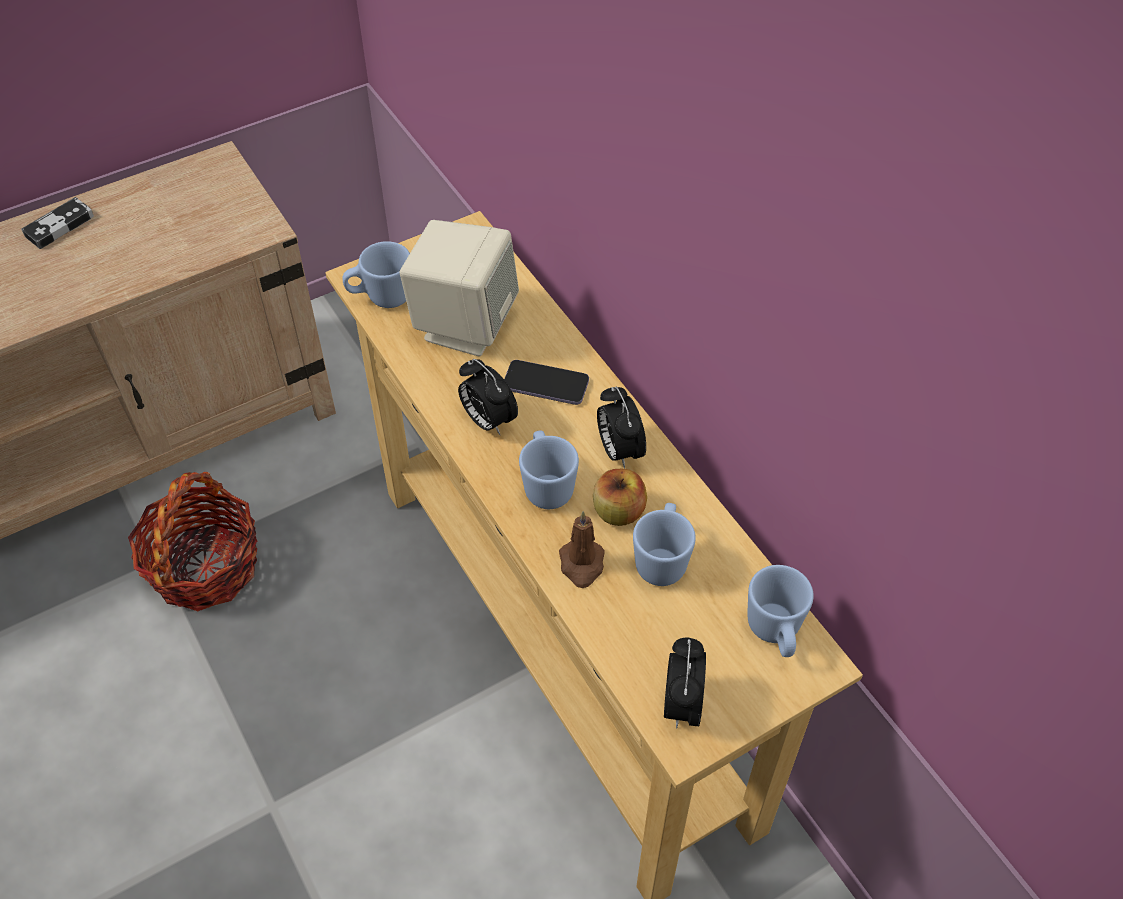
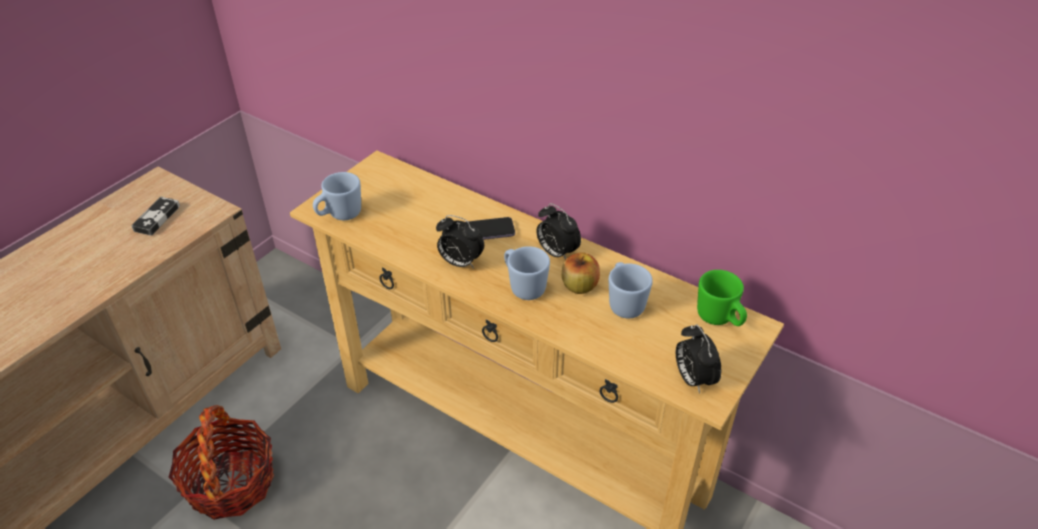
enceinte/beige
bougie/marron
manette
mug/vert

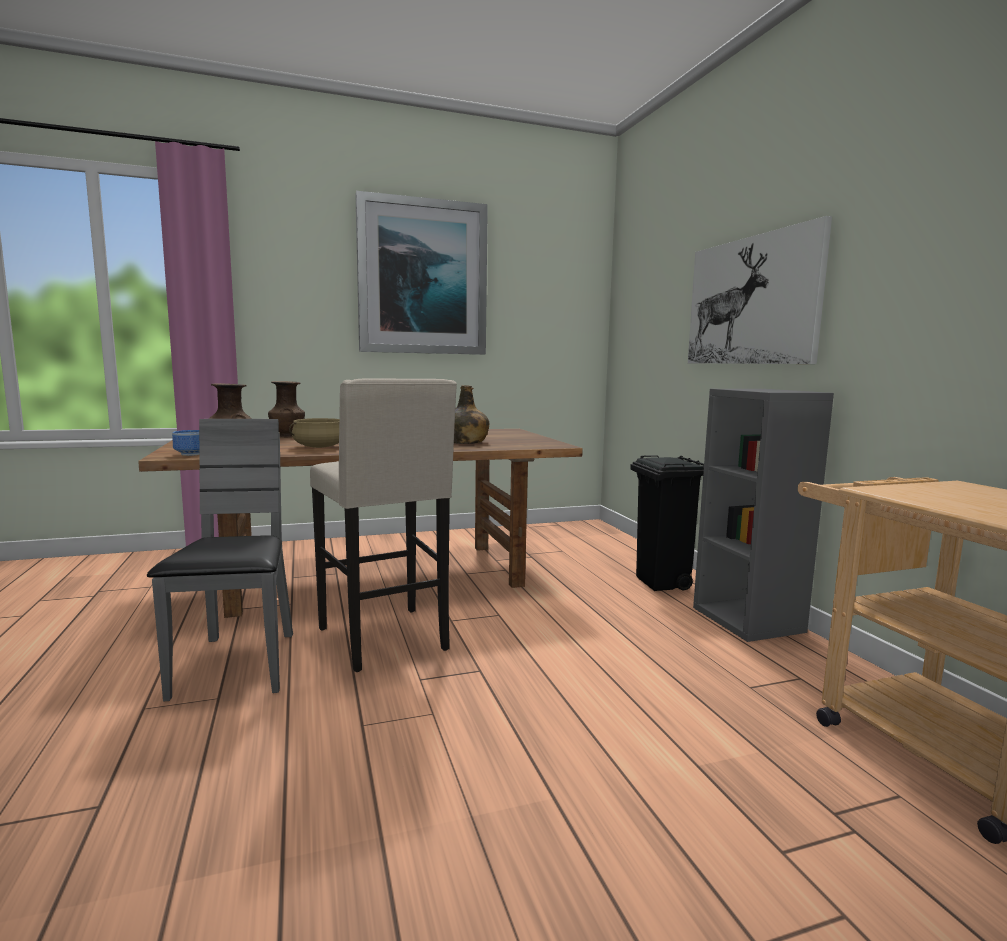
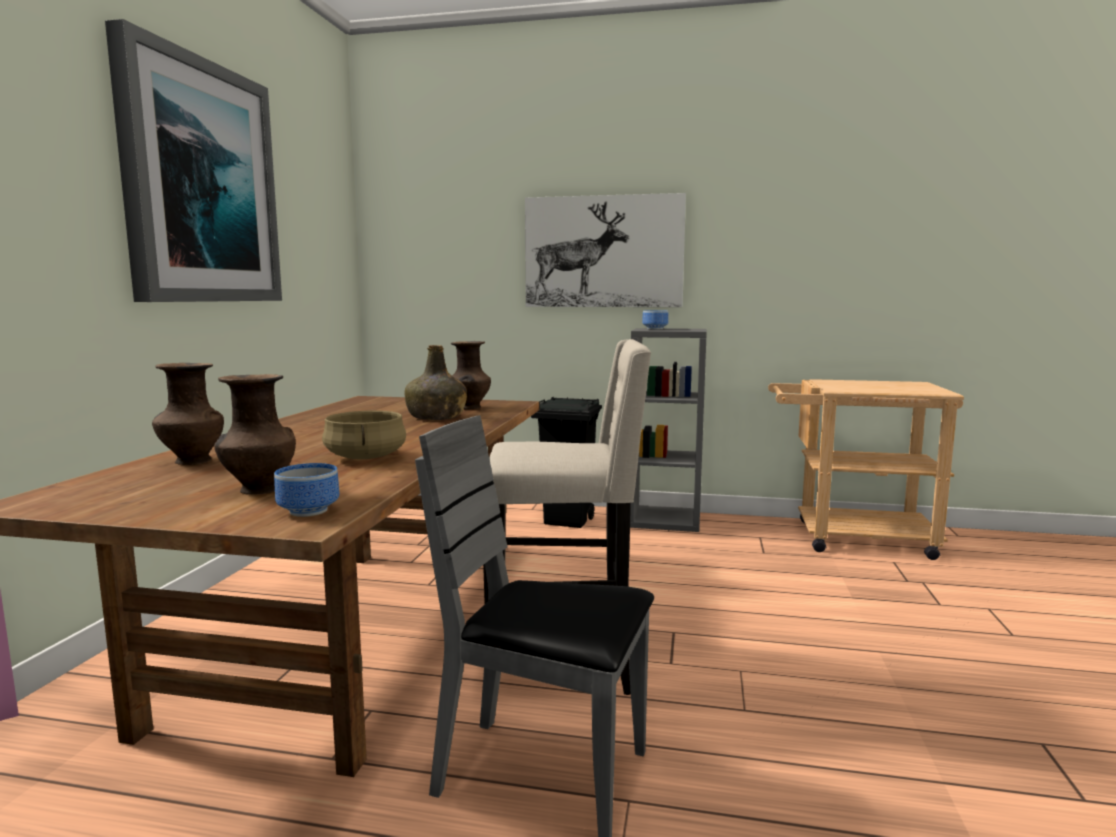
vase/marron (3rd from left)
bol (2nd from left)

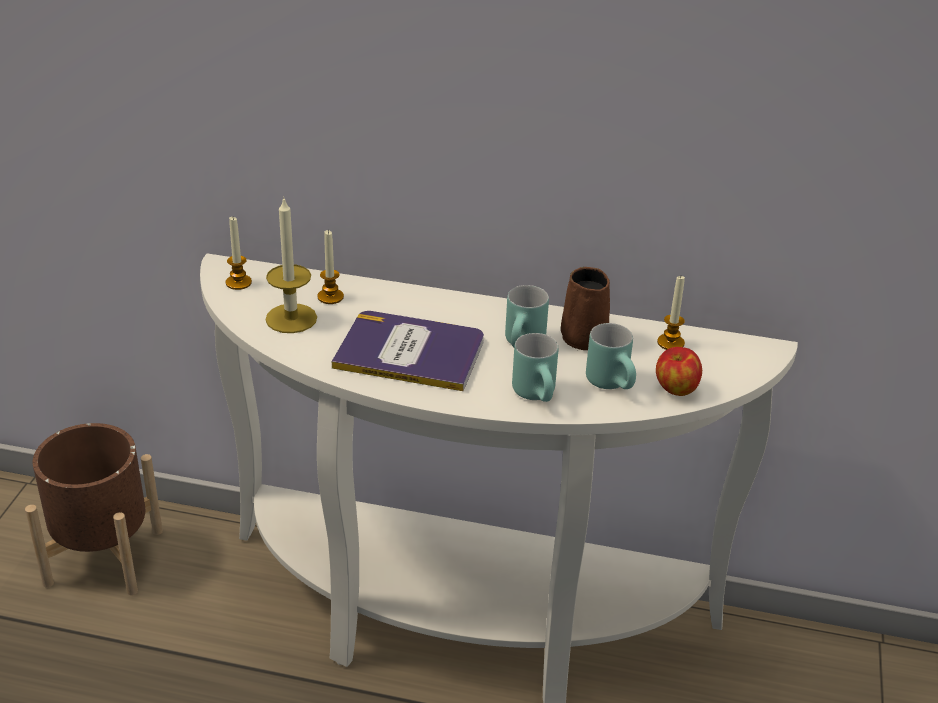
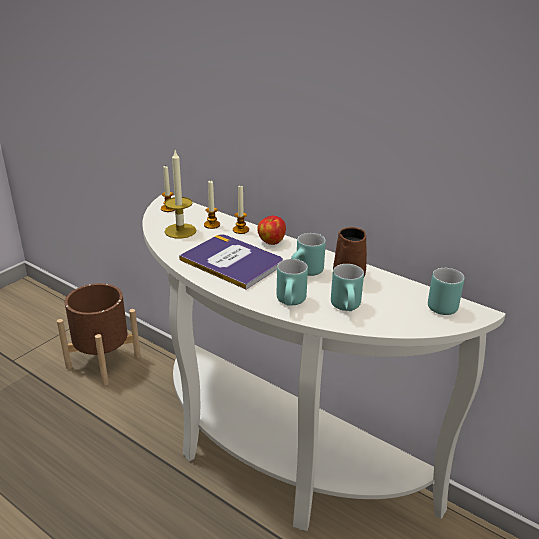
mug/turquoise (4th from left)
pomme
bougie (4th from left)

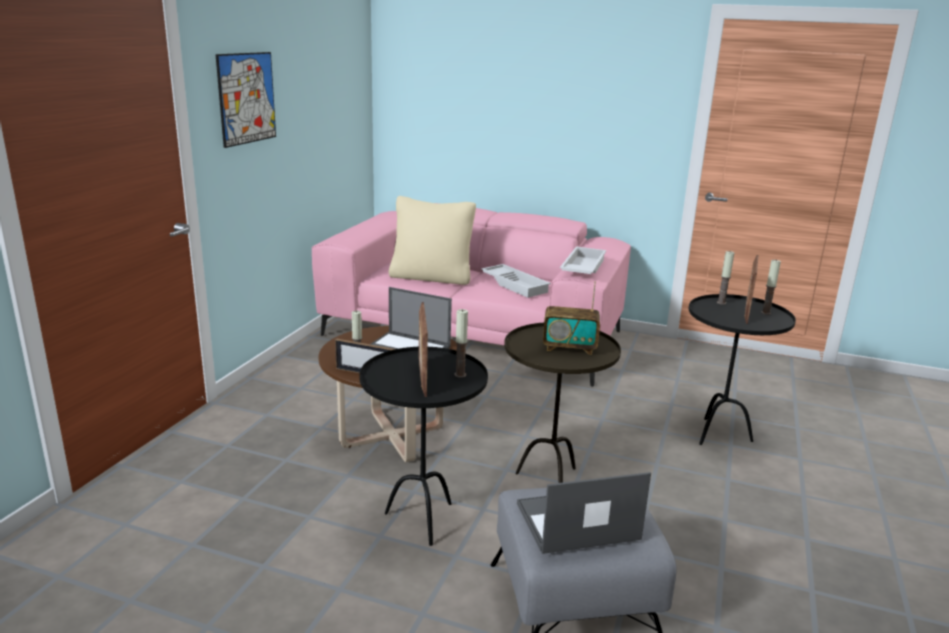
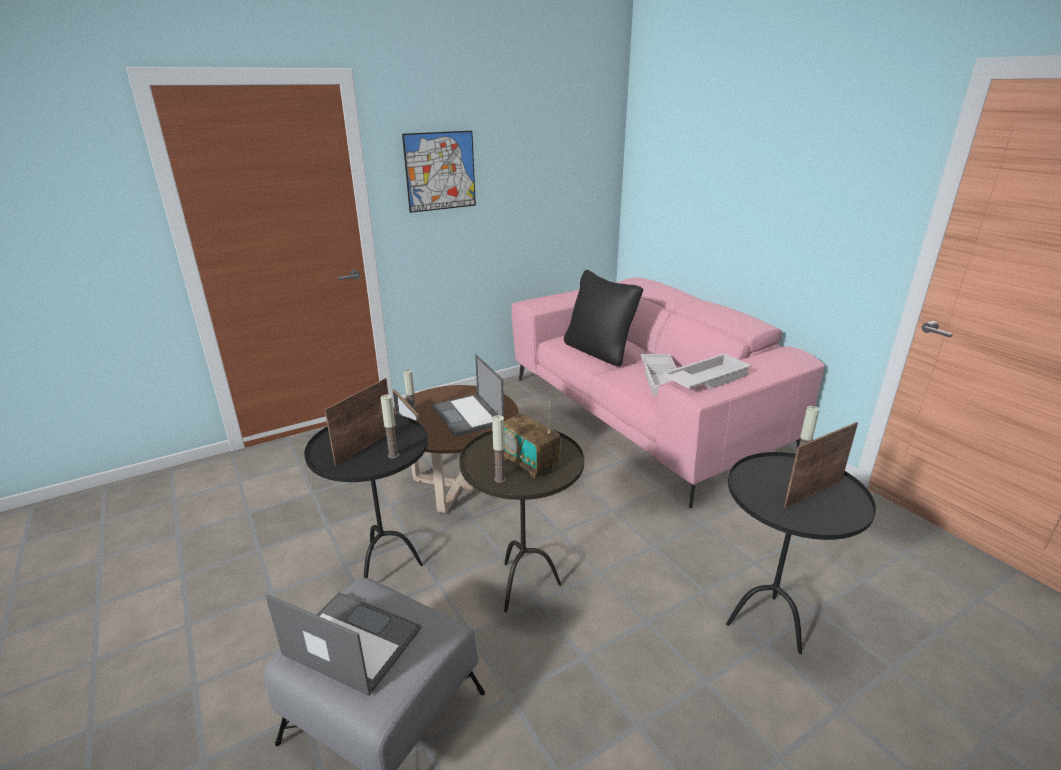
bougie (3rd from left)
coussin/noir

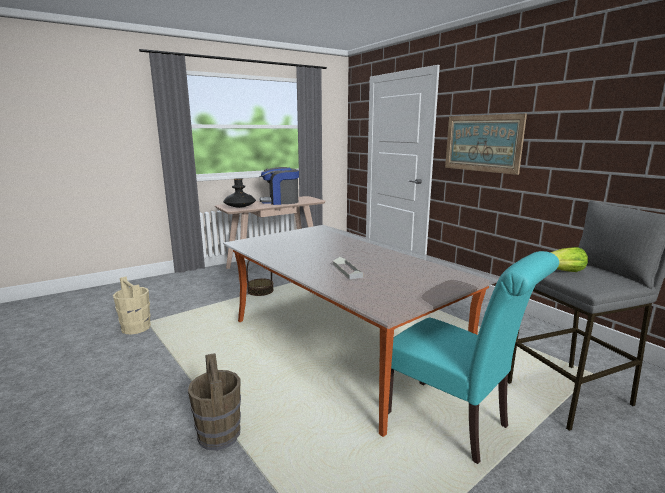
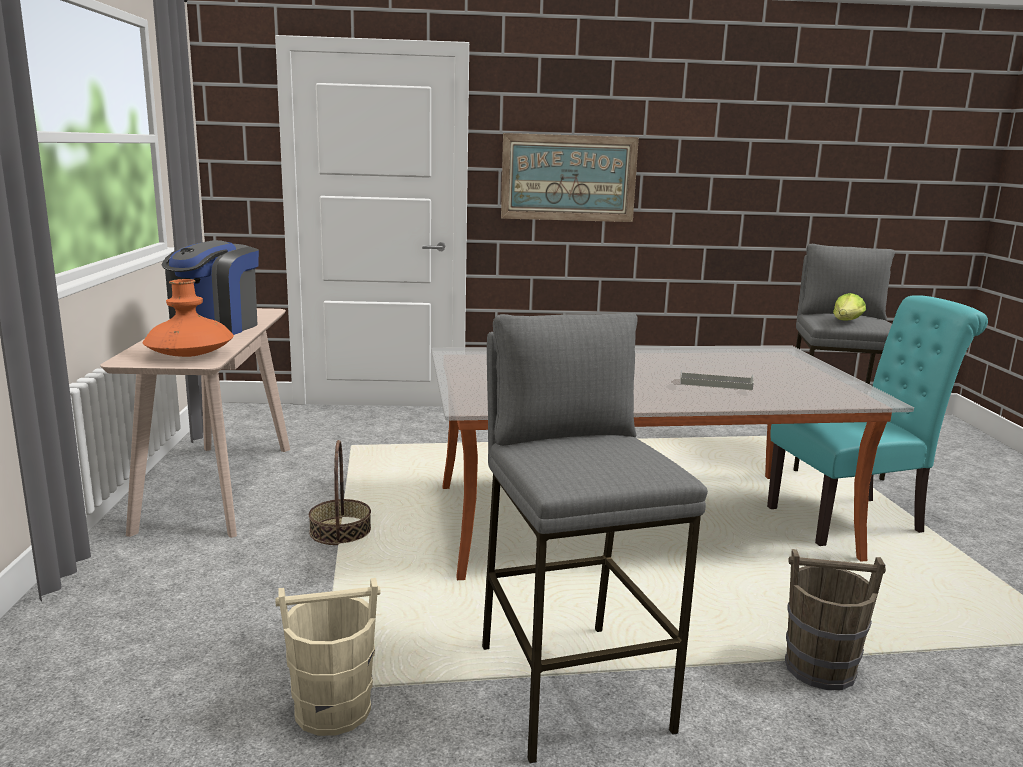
tabouret/gris (1st from left)
vase/orange

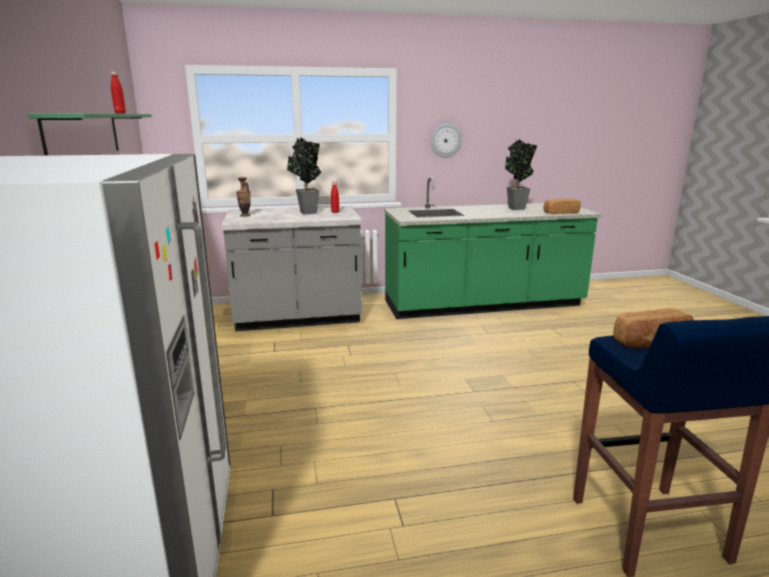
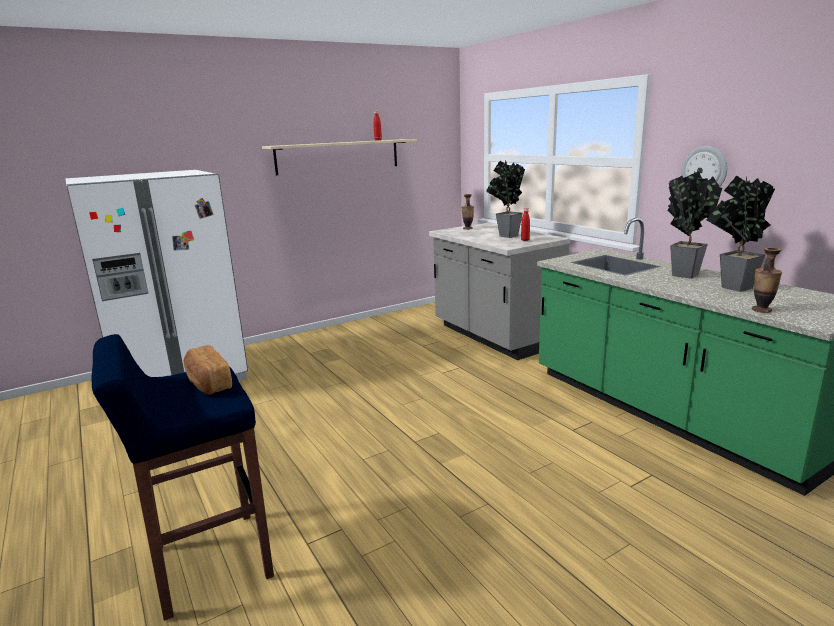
plante en pot (2nd from left)
vase (2nd from left)
étagère/beige

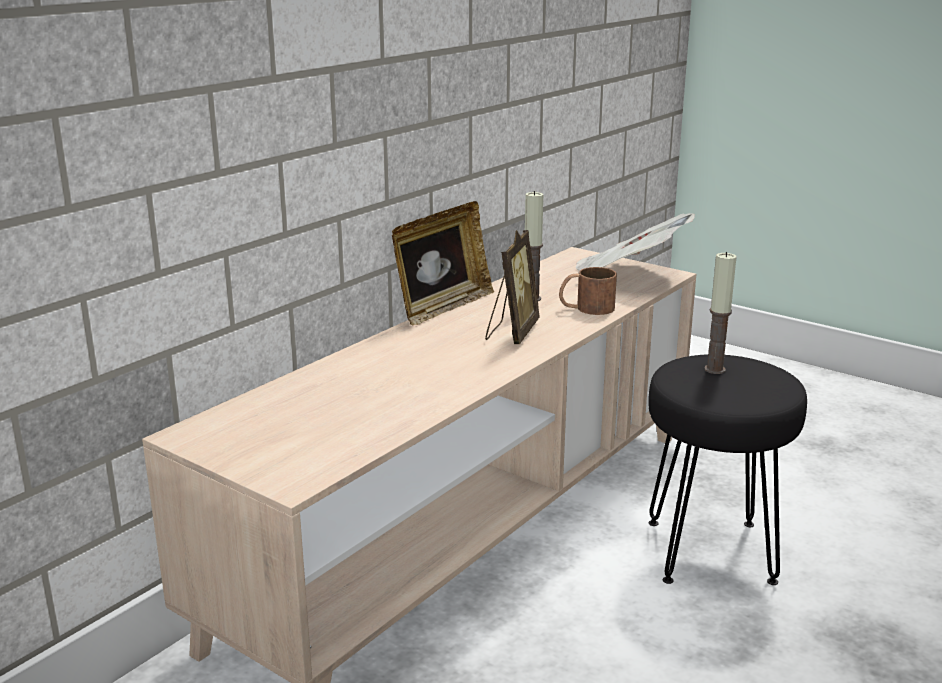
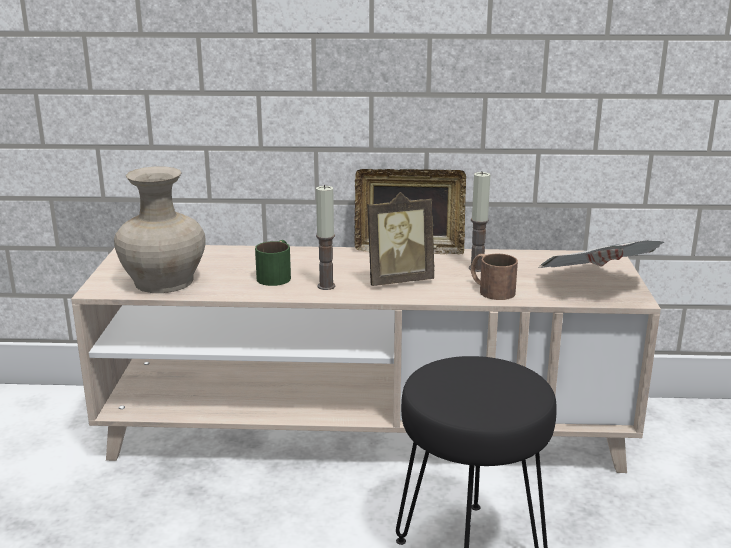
vase/beige
mug/vert
bougie (1st from left)

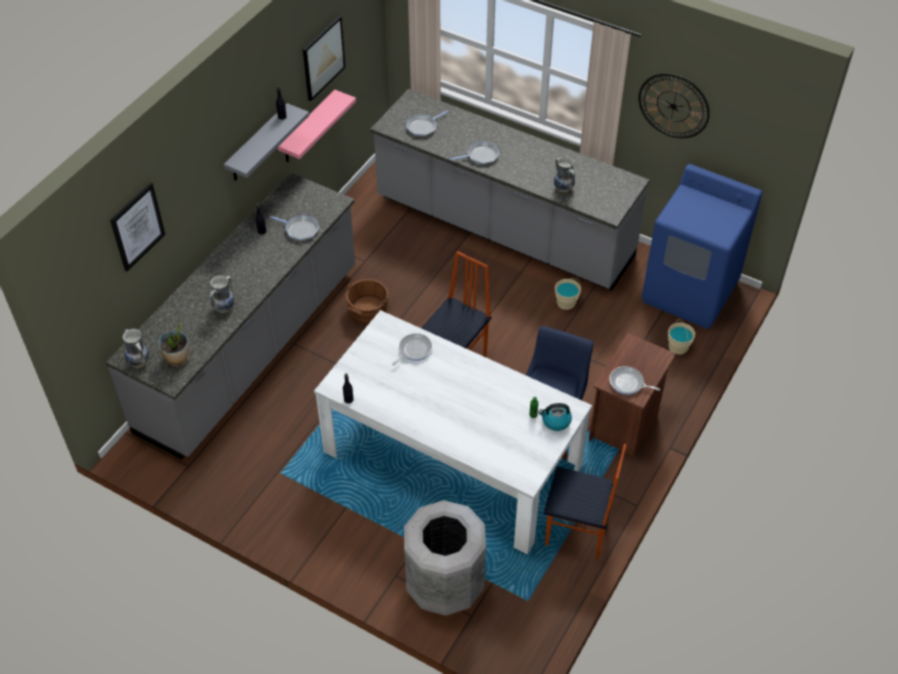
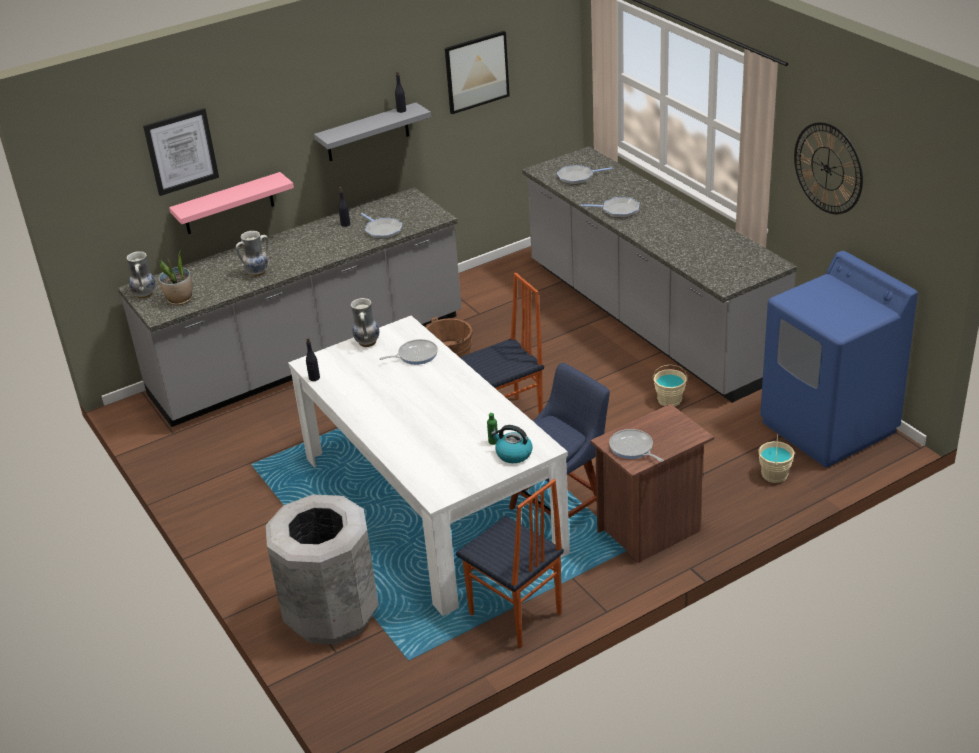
étagère/rose
vase (3rd from left)

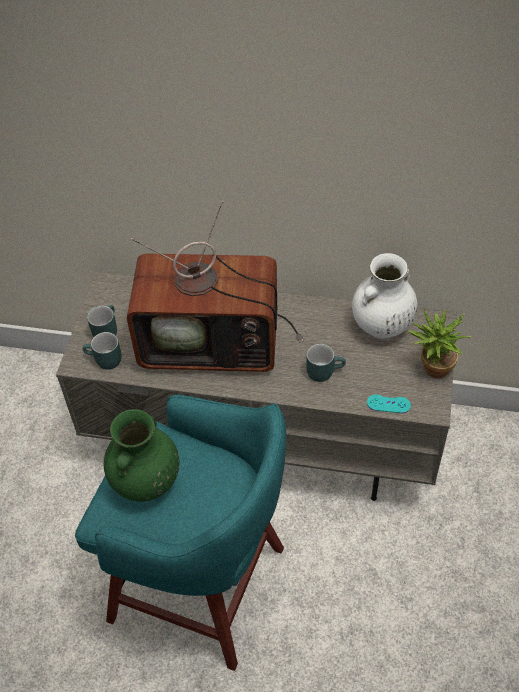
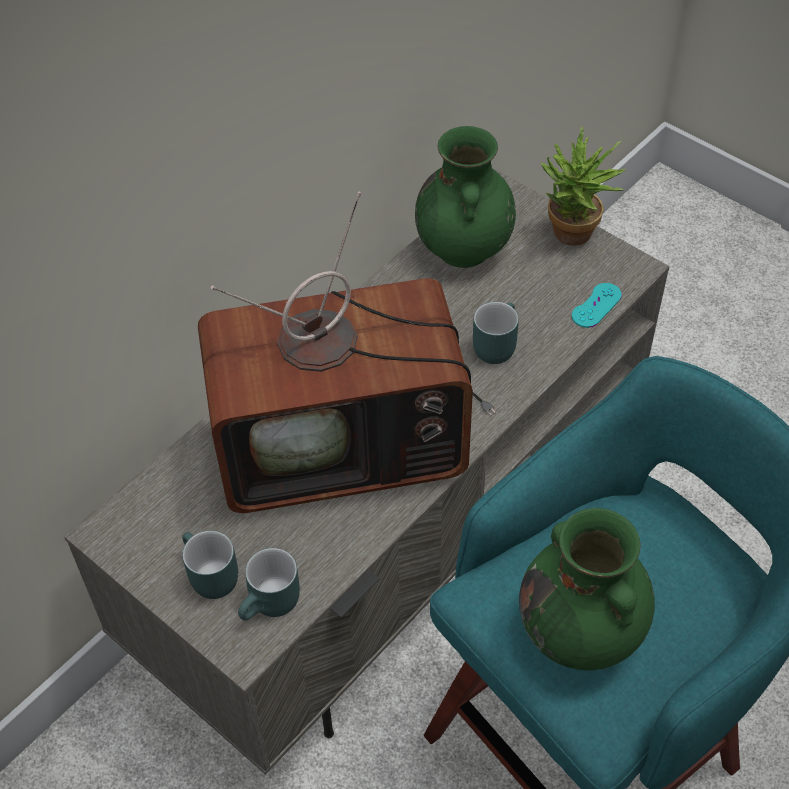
vase/vert (1st from left)
téléviseur

